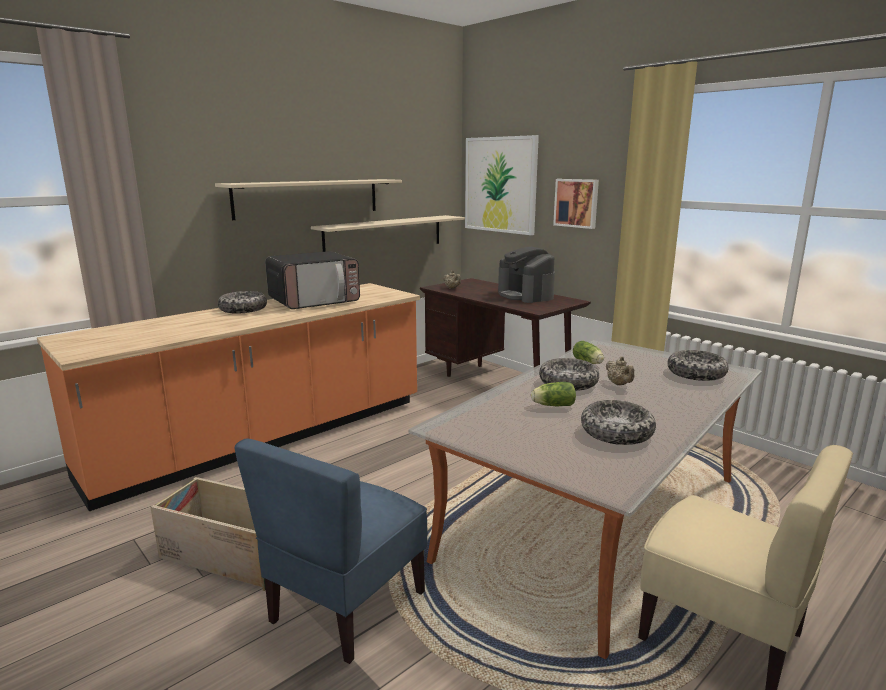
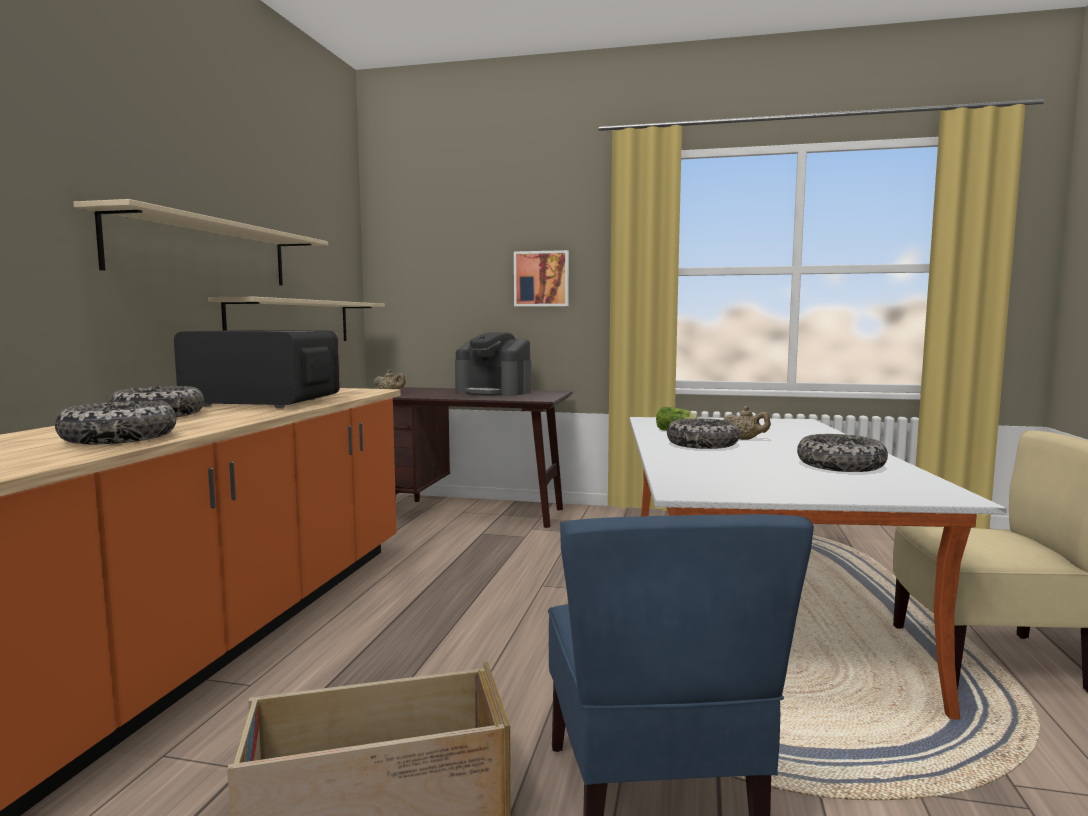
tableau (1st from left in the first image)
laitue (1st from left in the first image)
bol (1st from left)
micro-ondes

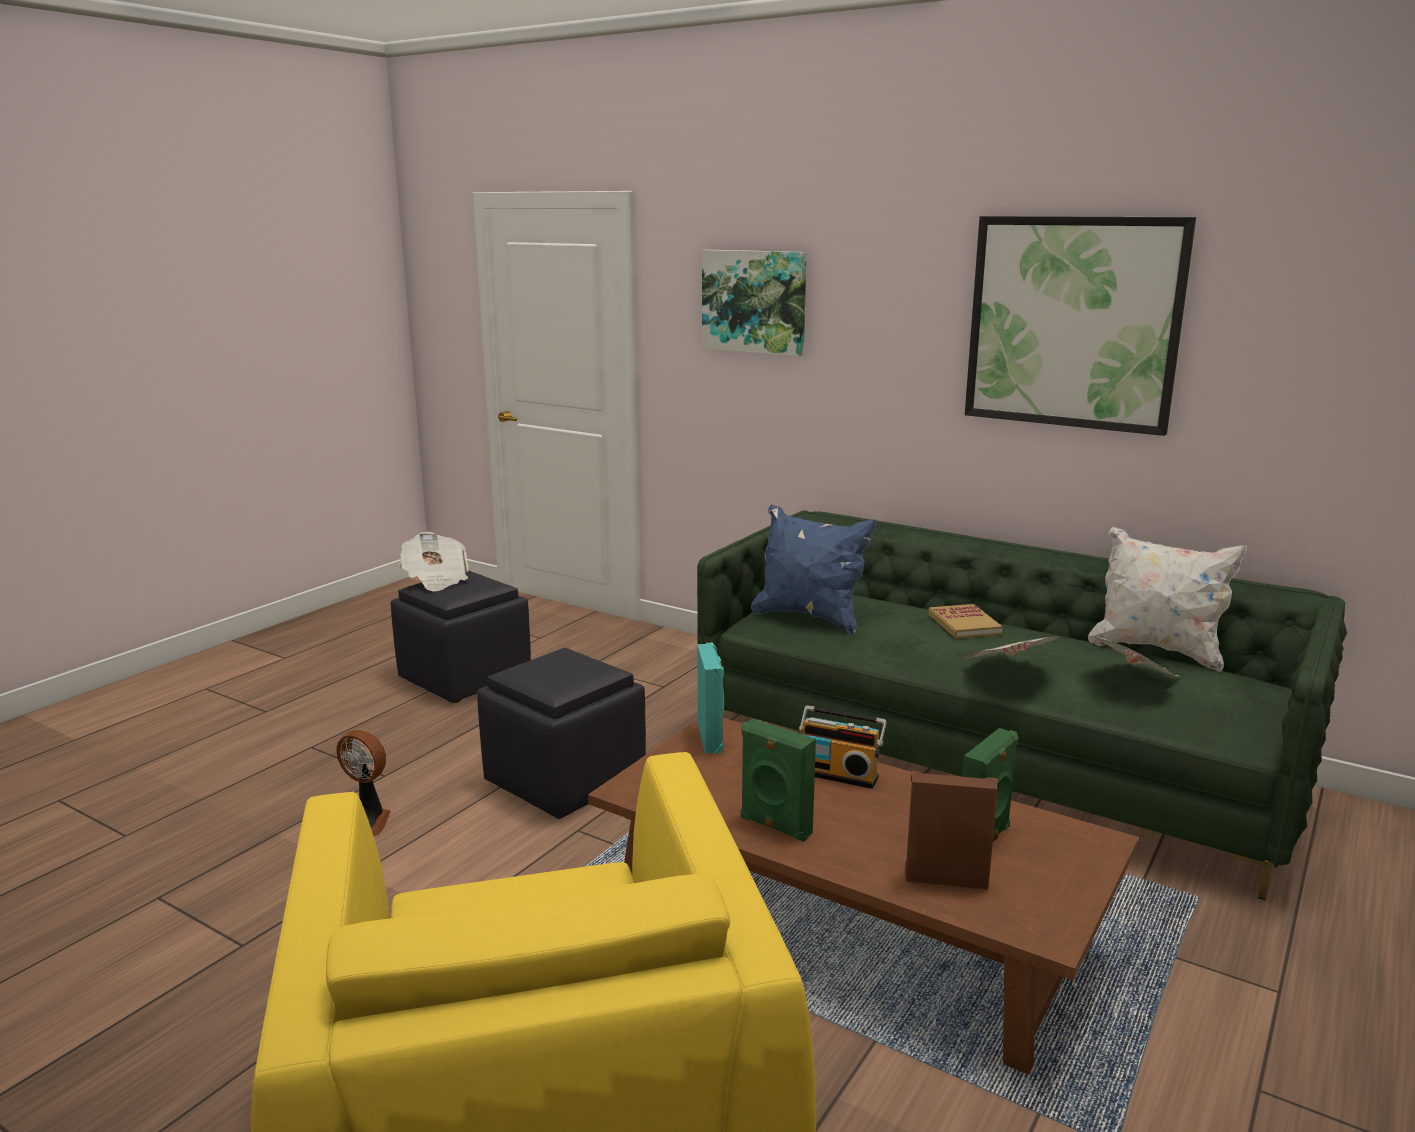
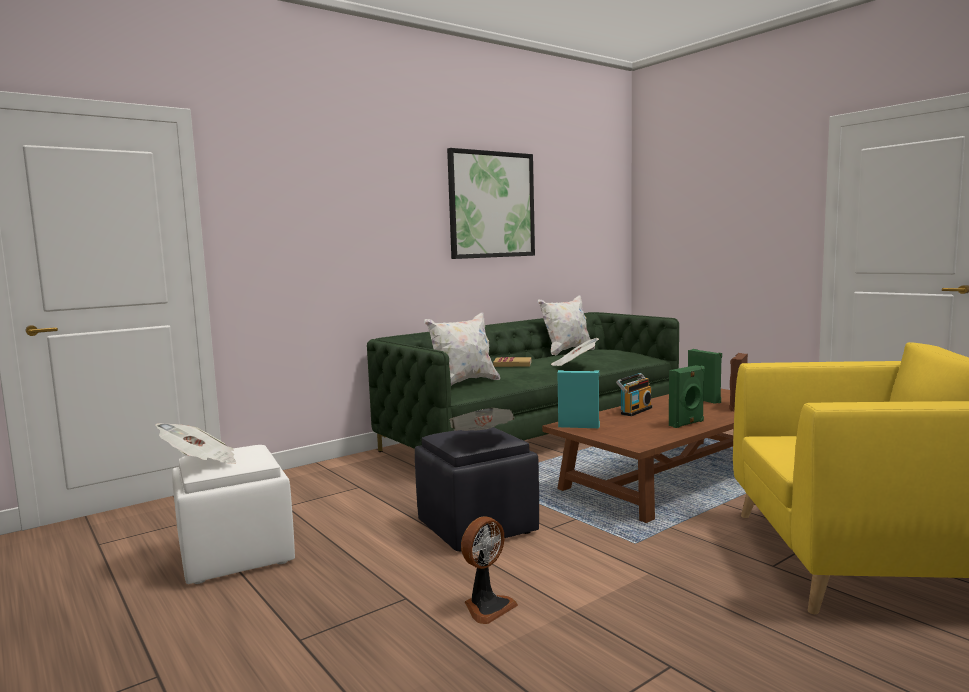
tableau (1st from left in the first image)
journal (2nd from left)
pouf/blanc
coussin/blanc (1st from left)

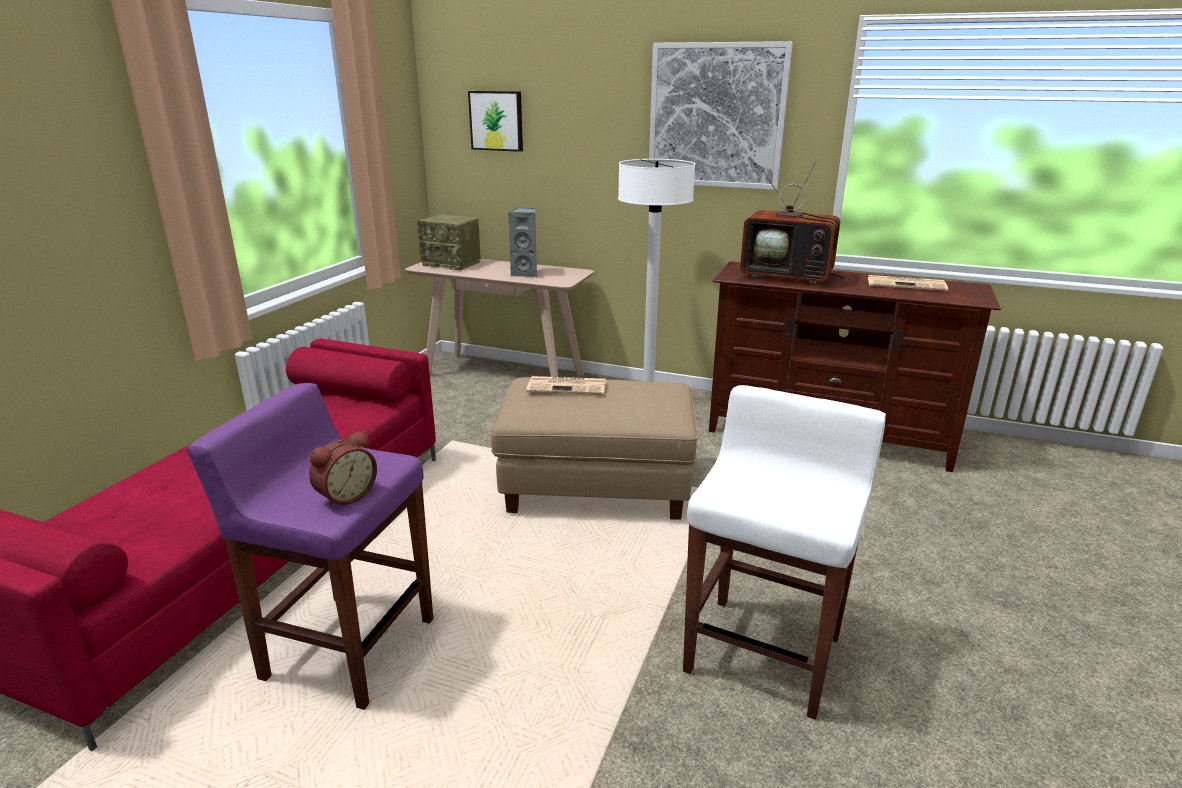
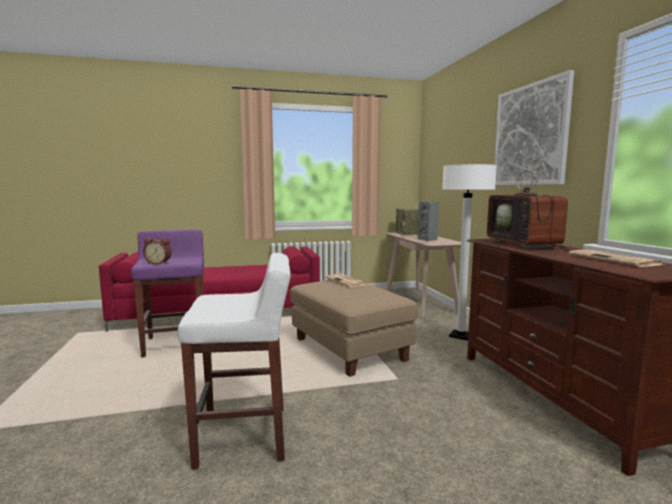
tableau (1st from left in the first image)

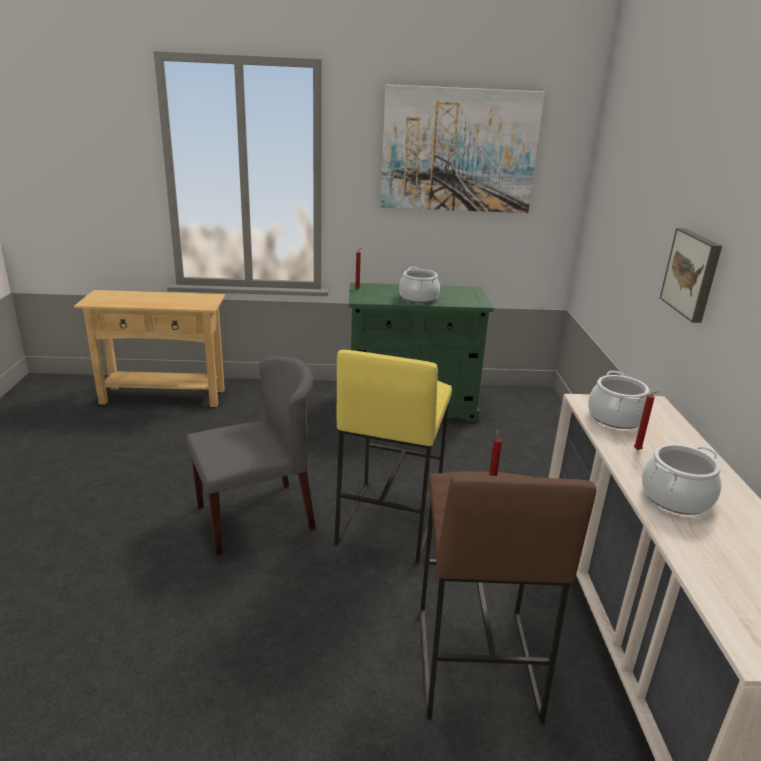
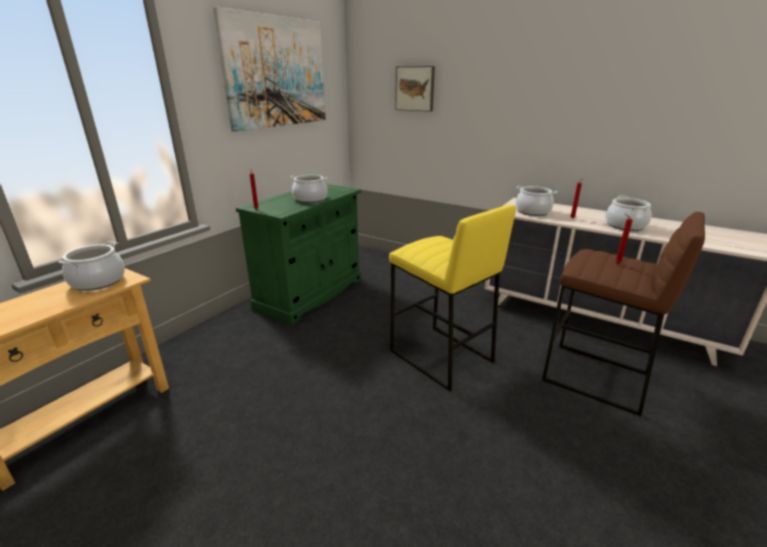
chaise/gris
marmite (1st from left)
tableau (2nd from left)

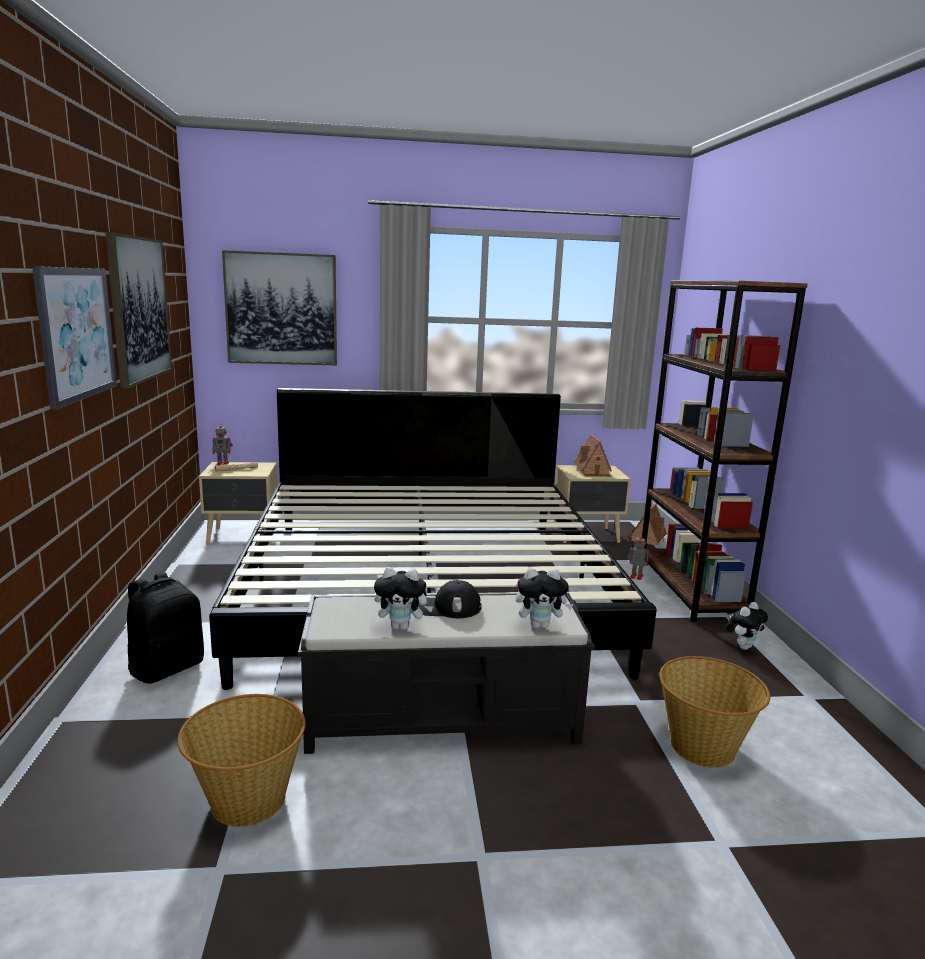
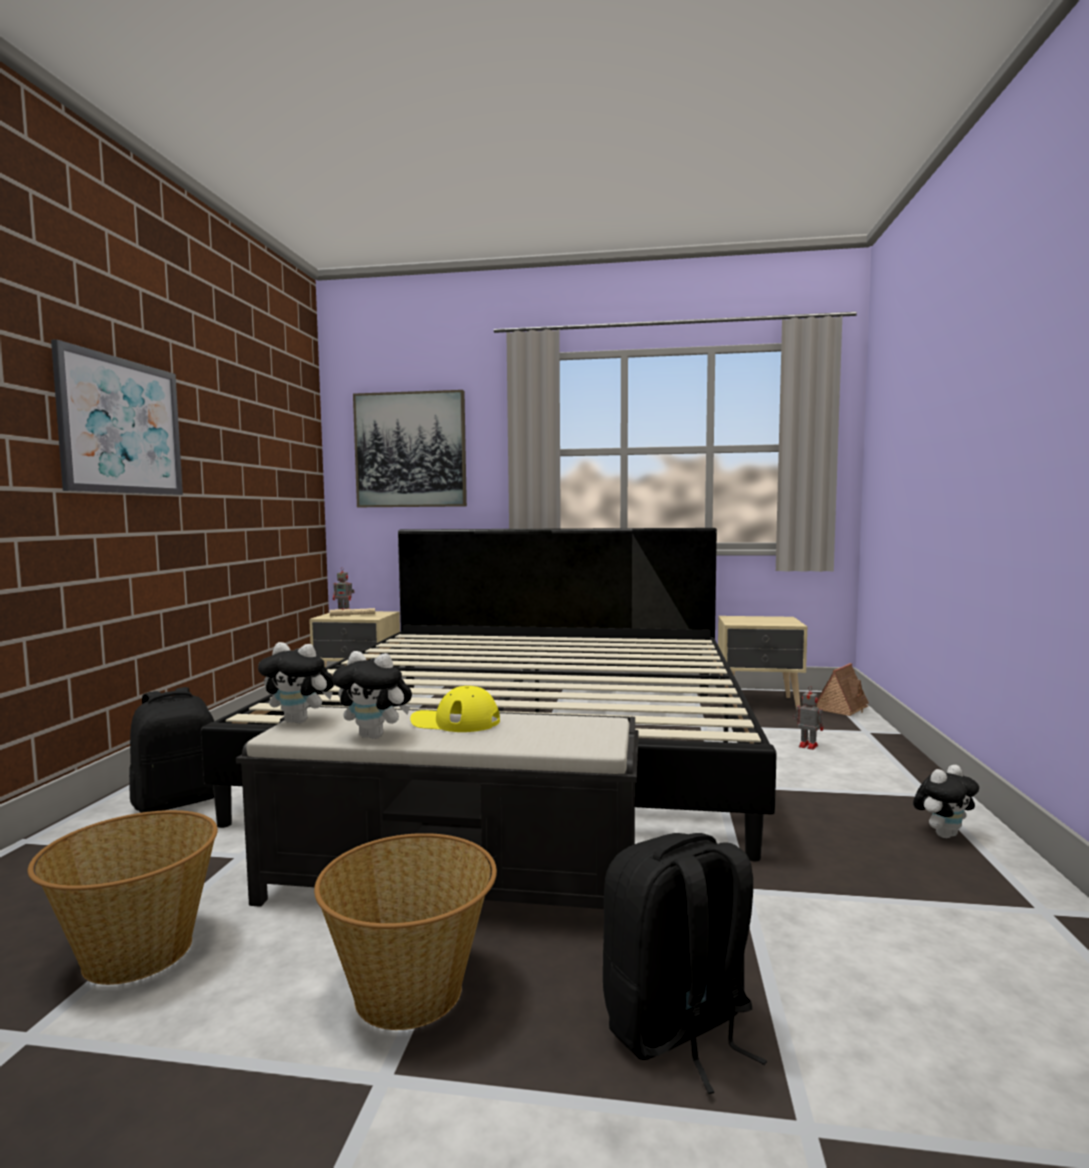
tableau (2nd from left in the first image)
maison miniature (1st from left in the first image)
bibliothèque/marron
sac à dos/noir (2nd from left)
peluche (1st from left)
panier (2nd from left)
casquette/jaune

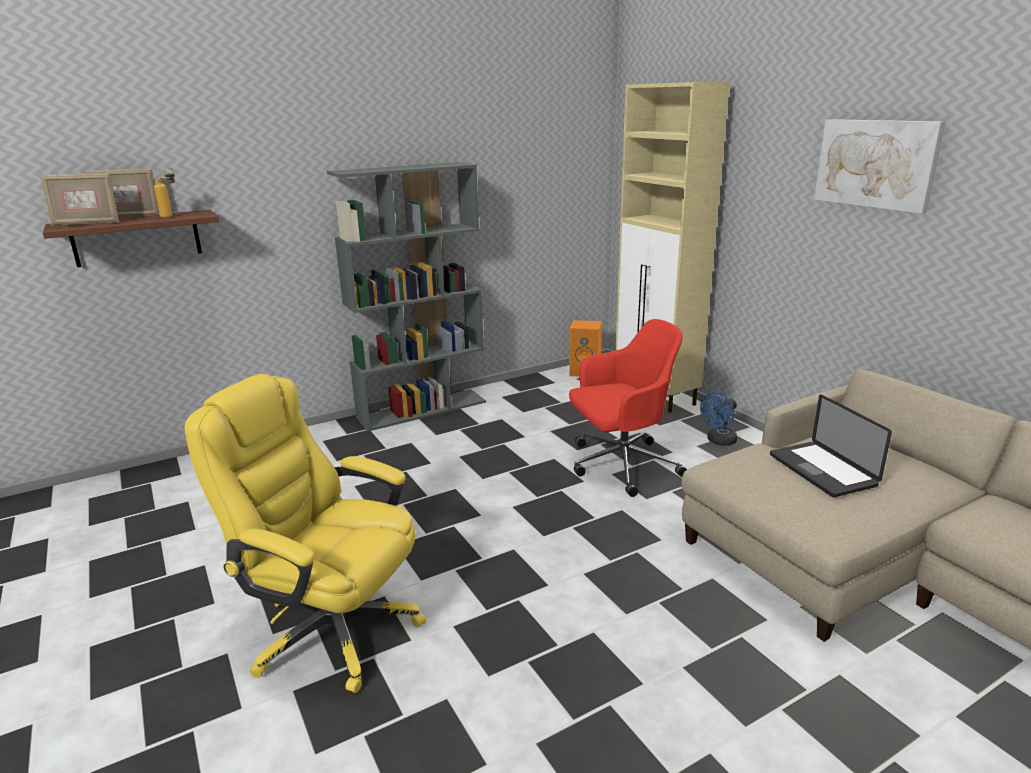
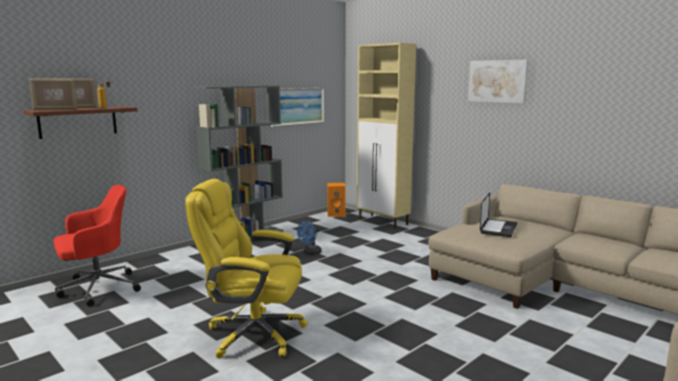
tableau (1st from left)
chaise de bureau/rouge
ventilateur/bleu
ordinateur portable

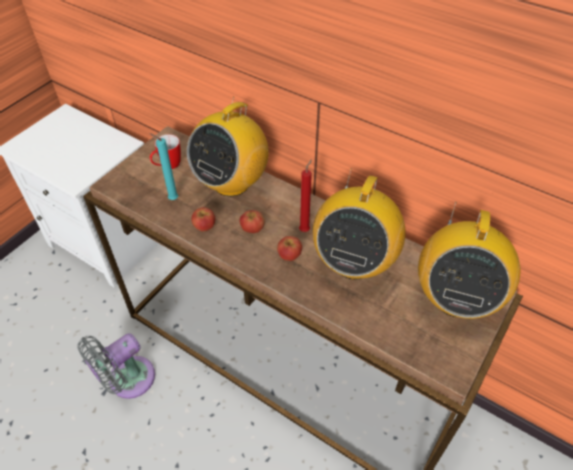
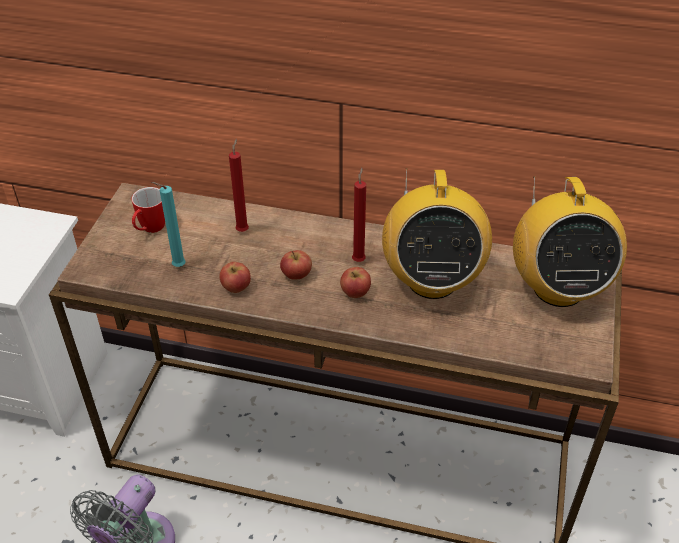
bougie/rouge (1st from left)

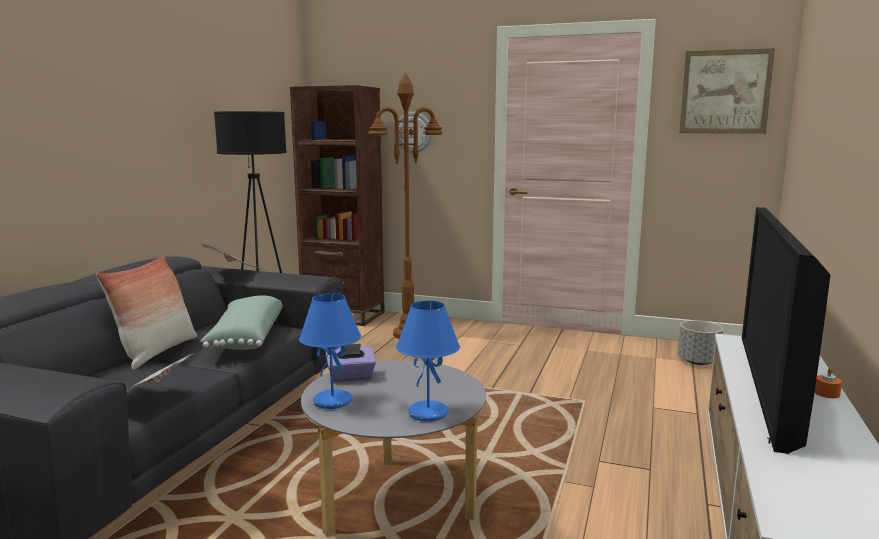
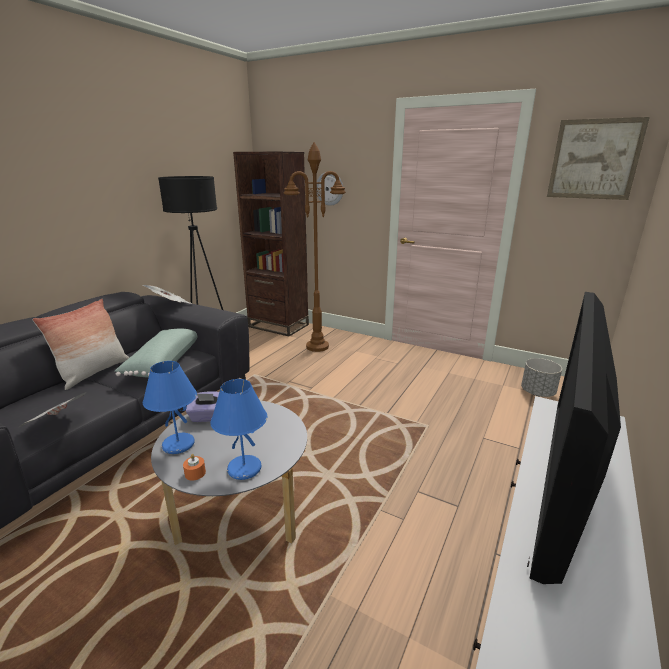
bougie/orange

